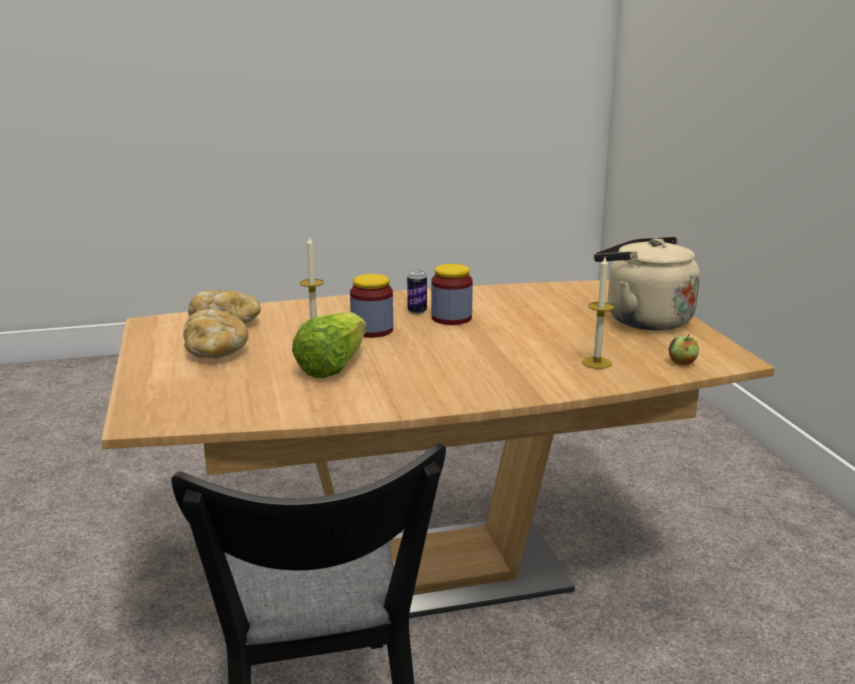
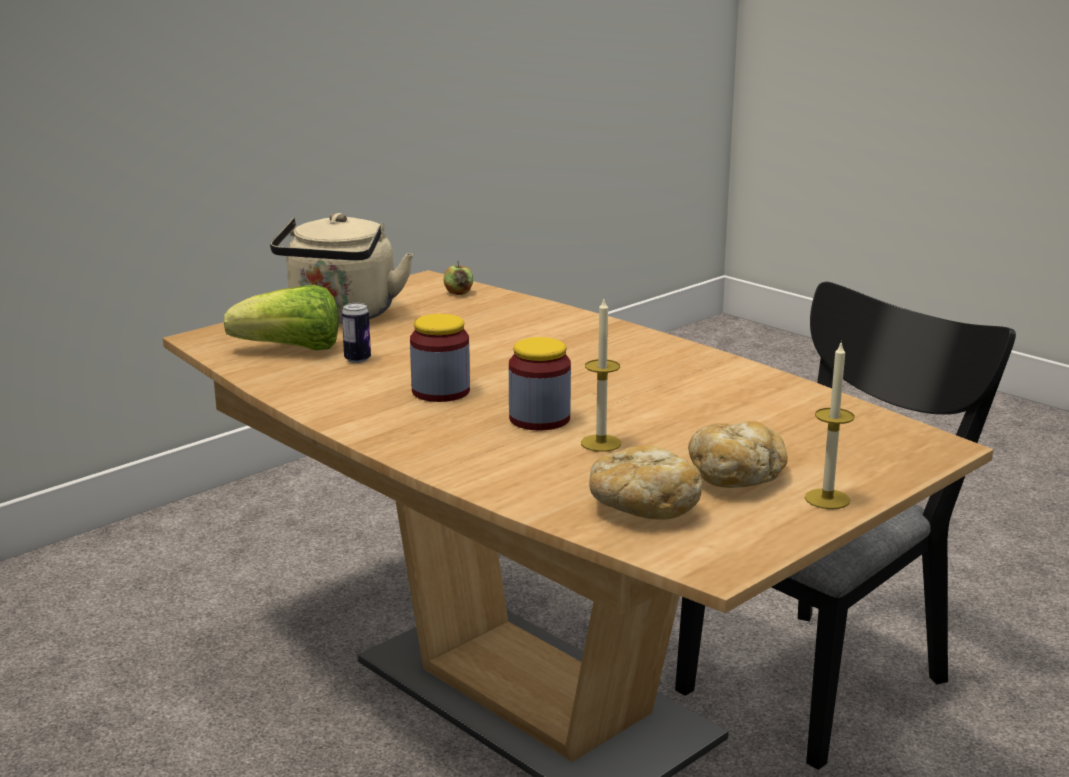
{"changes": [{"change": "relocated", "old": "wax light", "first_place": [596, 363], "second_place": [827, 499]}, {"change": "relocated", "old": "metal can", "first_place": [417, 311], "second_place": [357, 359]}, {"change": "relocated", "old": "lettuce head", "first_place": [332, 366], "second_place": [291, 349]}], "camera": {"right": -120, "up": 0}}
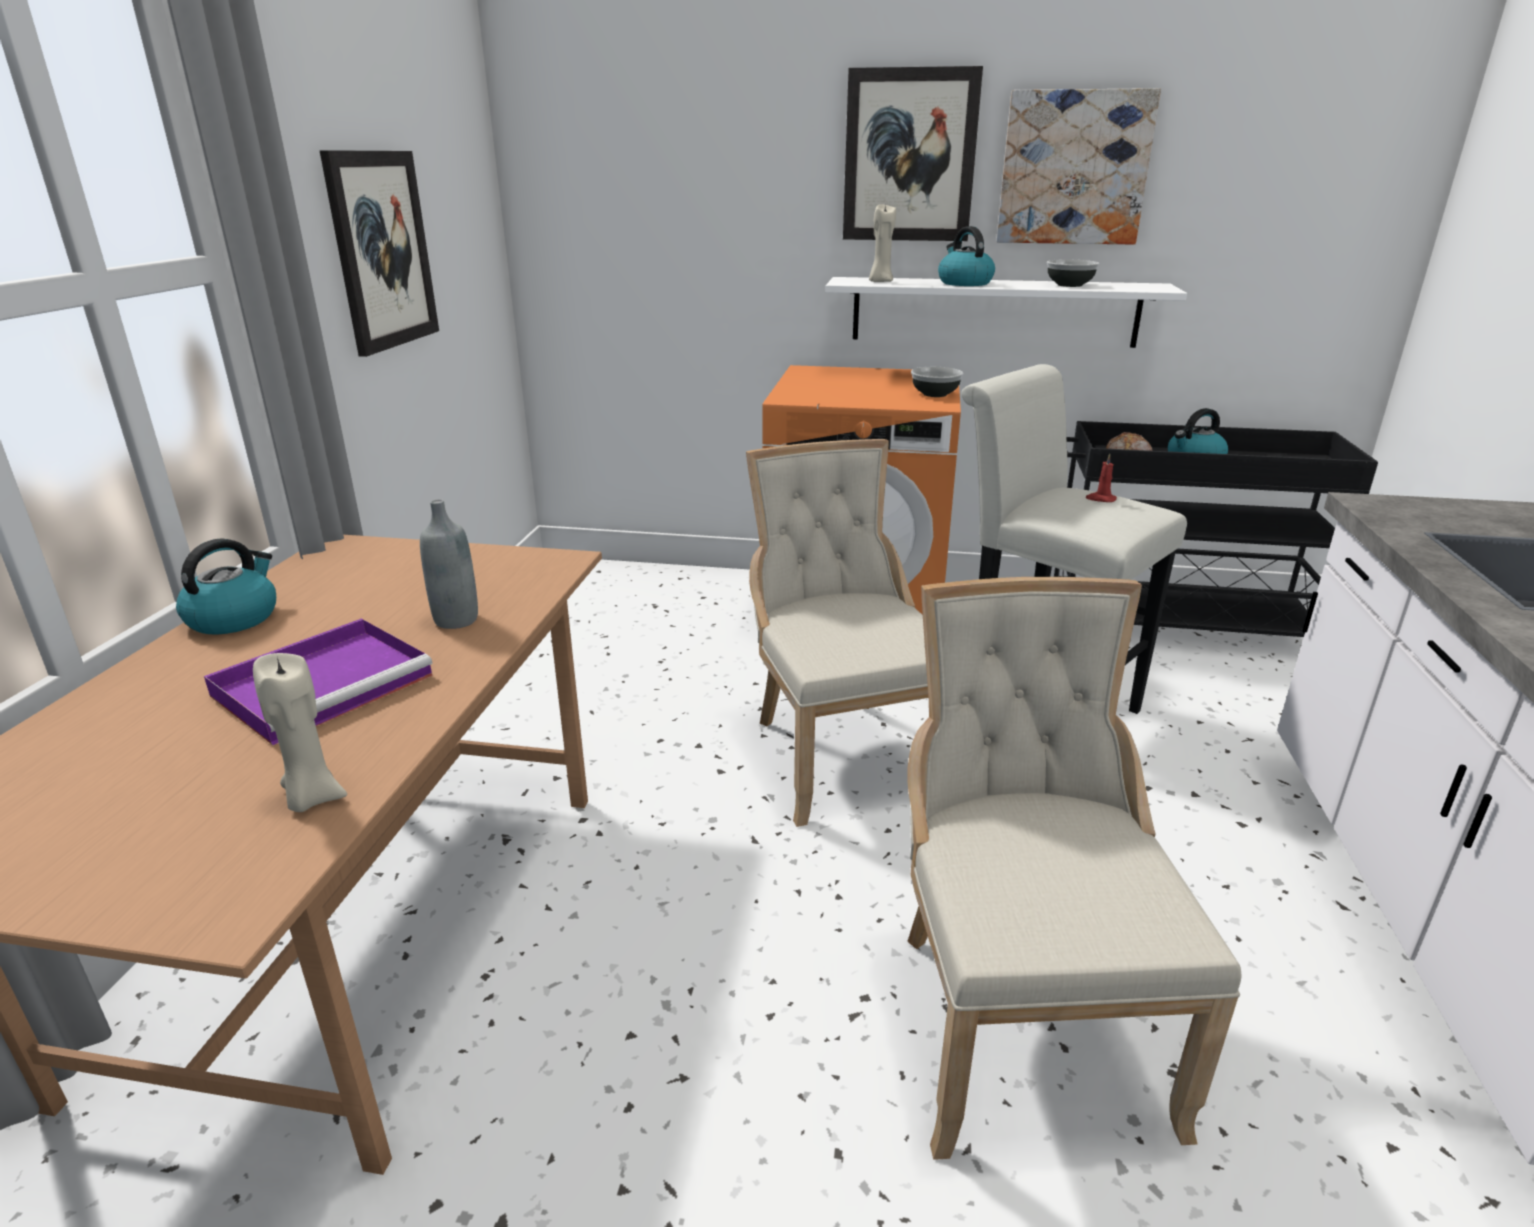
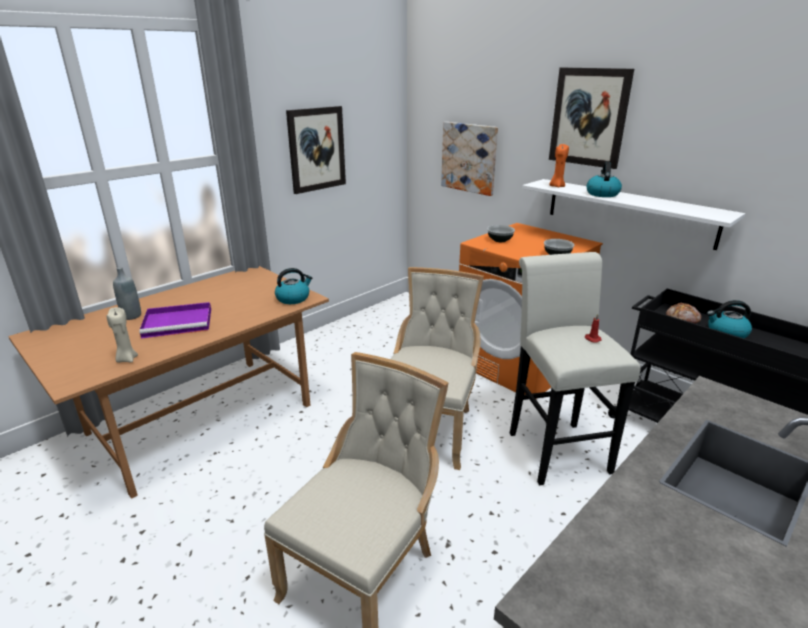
{"changes": [{"change": "relocated", "old": "wall art", "first_place": [1073, 168], "second_place": [469, 158]}, {"change": "colour", "old": "wax light/beige-coloured", "new": "wax light/orangey", "first_place": [880, 282], "second_place": [556, 186]}, {"change": "relocated", "old": "serving bowl", "first_place": [1070, 285], "second_place": [500, 240]}, {"change": "relocated", "old": "beverage bottle/greyish", "first_place": [456, 620], "second_place": [131, 316]}, {"change": "relocated", "old": "tea kettle", "first_place": [234, 618], "second_place": [293, 298]}], "camera": {"right": 35, "up": 0}}
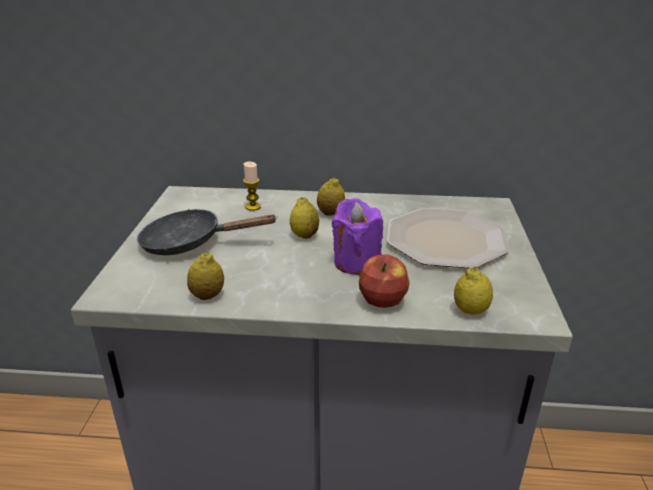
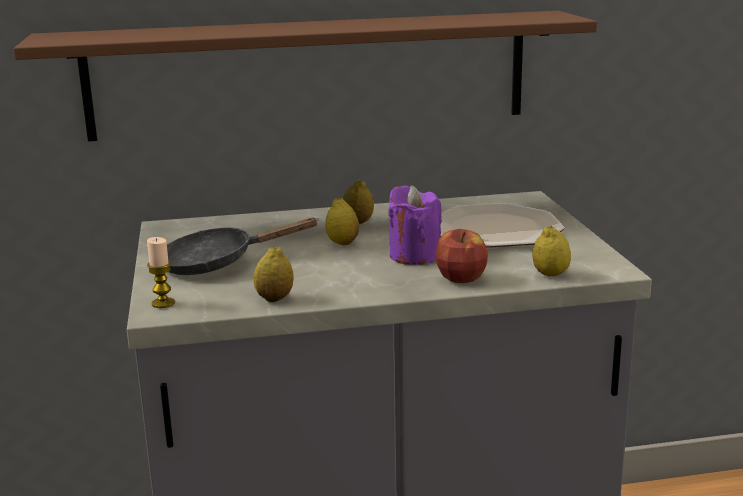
{"changes": [{"change": "relocated", "old": "wax light", "first_place": [253, 207], "second_place": [163, 303]}, {"change": "appeared", "new": "shelf/brown", "second_place": [309, 75]}], "camera": {"right": -15, "up": -10}}
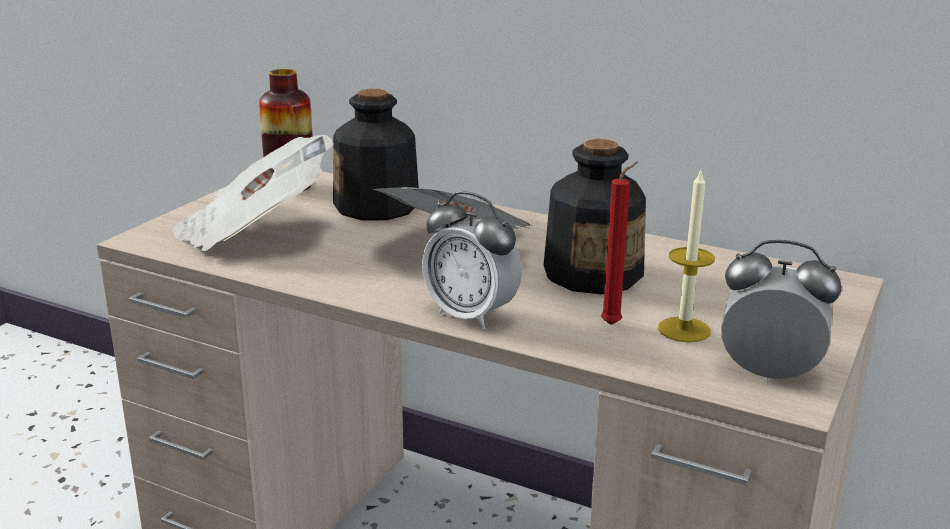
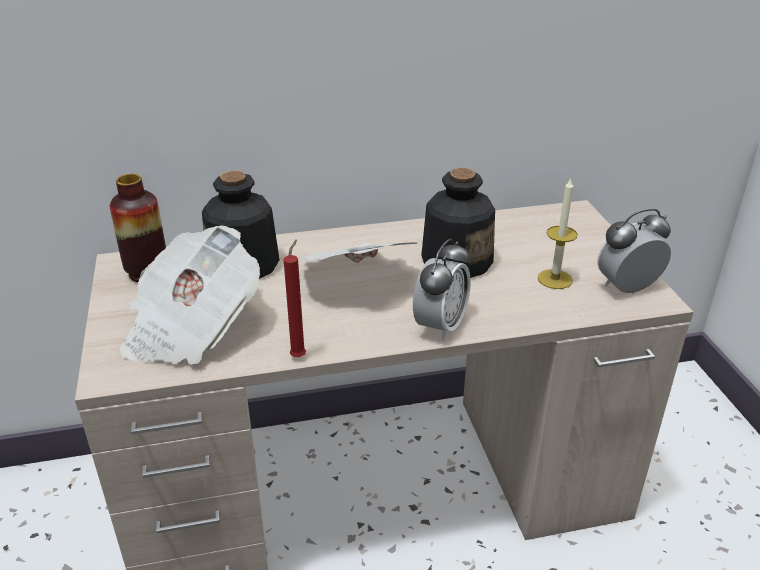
{"changes": [{"change": "relocated", "old": "wax light/red", "first_place": [614, 324], "second_place": [299, 355]}, {"change": "spun", "old": "bedside clock", "first_place": [471, 315], "second_place": [440, 326], "degrees": -60}], "camera": {"right": -40, "up": 10}}
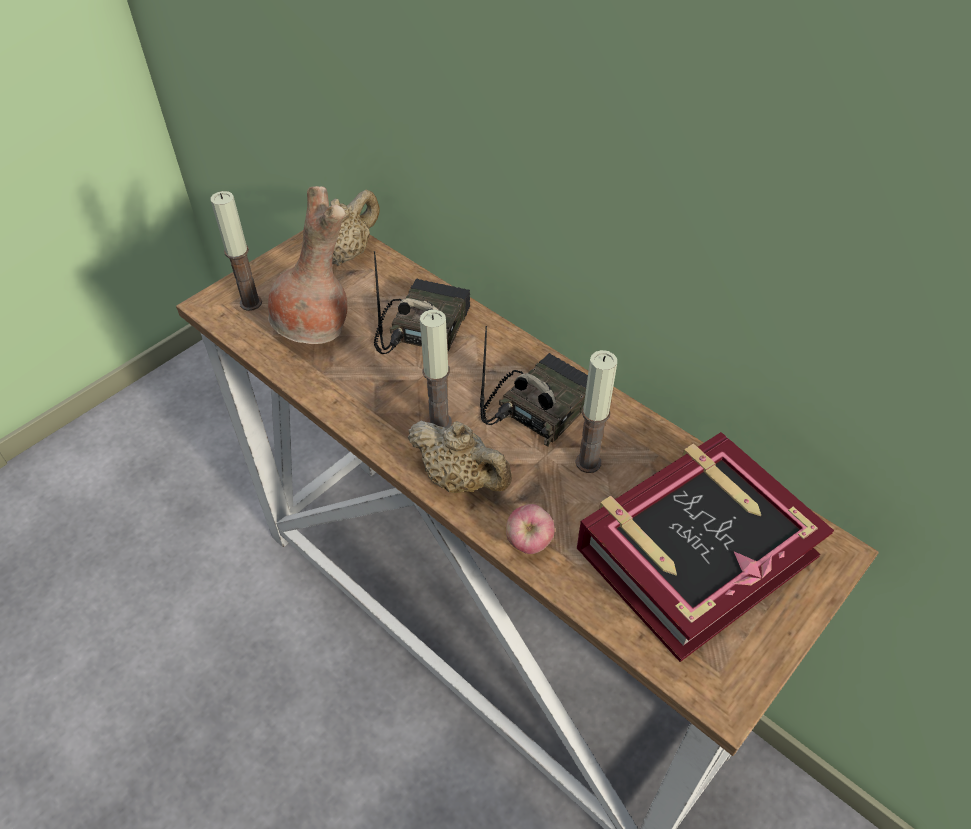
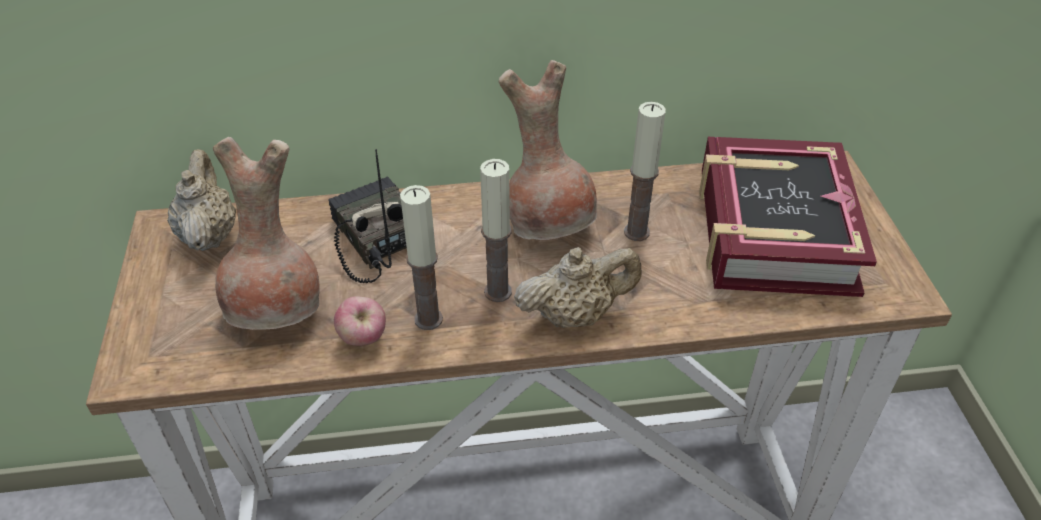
{"changes": [{"change": "relocated", "old": "wax light", "first_place": [250, 303], "second_place": [428, 319]}, {"change": "exchanged", "old": "radio set", "new": "vase/brown", "first_place": [539, 407], "second_place": [550, 224]}, {"change": "relocated", "old": "whole apple", "first_place": [529, 542], "second_place": [363, 338]}], "camera": {"right": -50, "up": -5}}
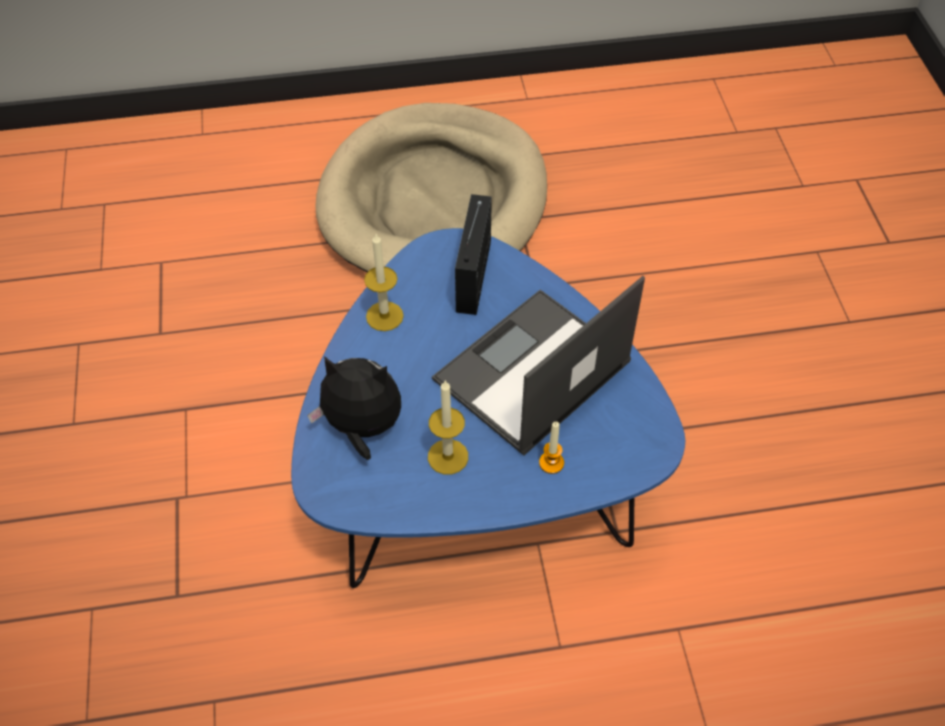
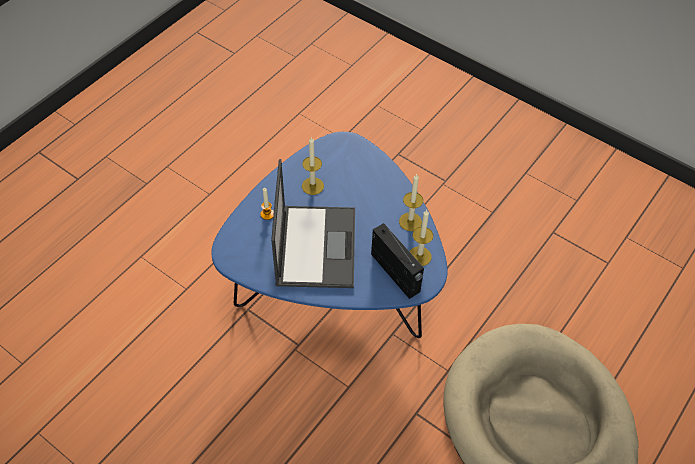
{"changes": [{"change": "missing", "old": "plush toy", "first_place": [362, 428]}, {"change": "appeared", "new": "wax light", "second_place": [419, 256]}], "camera": {"right": 135, "up": 0}}
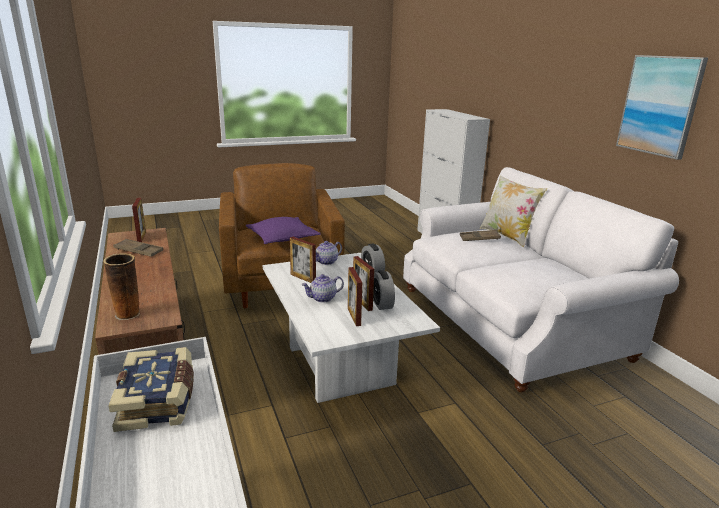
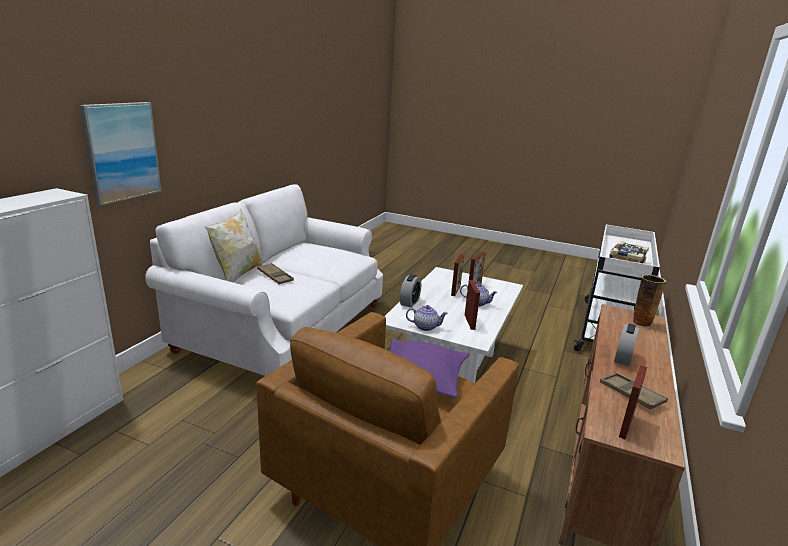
{"changes": [{"change": "relocated", "old": "wall art", "first_place": [660, 105], "second_place": [121, 151]}, {"change": "relocated", "old": "bedside clock", "first_place": [381, 304], "second_place": [623, 358]}], "camera": {"right": -135, "up": 0}}
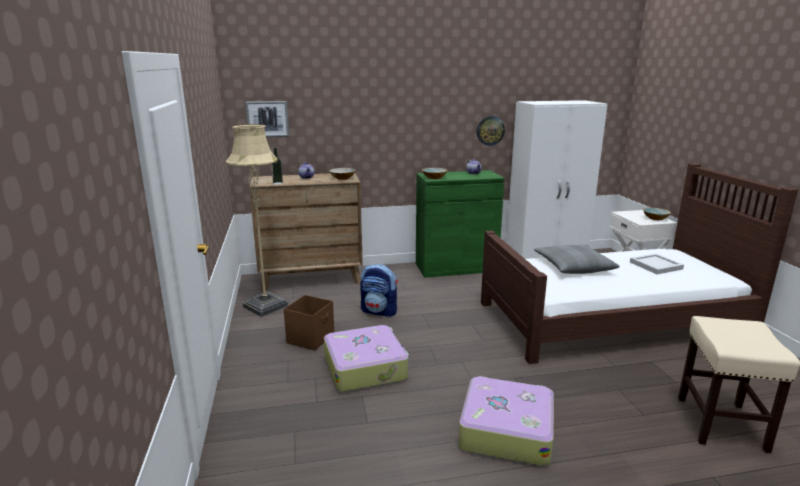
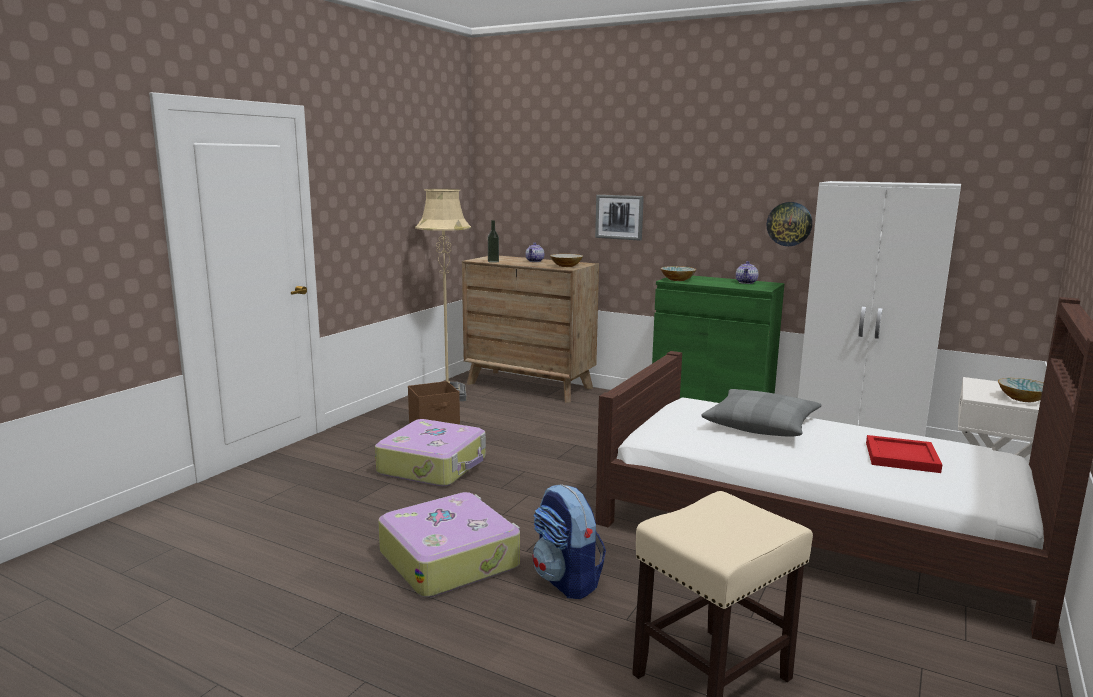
{"changes": [{"change": "relocated", "old": "wall art", "first_place": [267, 119], "second_place": [619, 217]}, {"change": "colour", "old": "serving tray/whitish", "new": "serving tray/red", "first_place": [655, 265], "second_place": [900, 456]}, {"change": "relocated", "old": "rucksack", "first_place": [379, 311], "second_place": [567, 581]}], "camera": {"right": 40, "up": -5}}
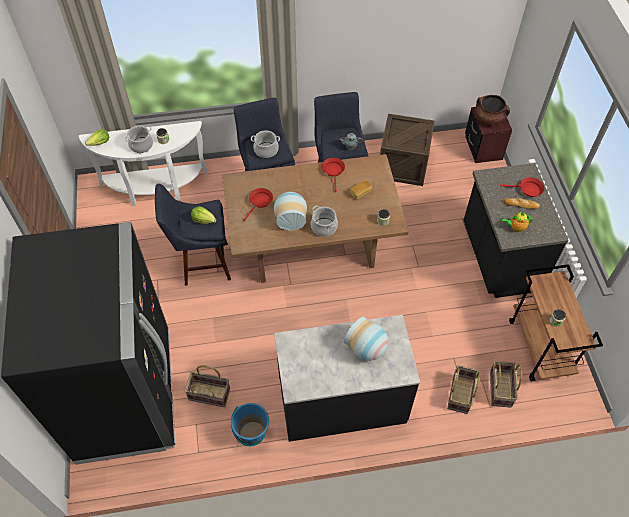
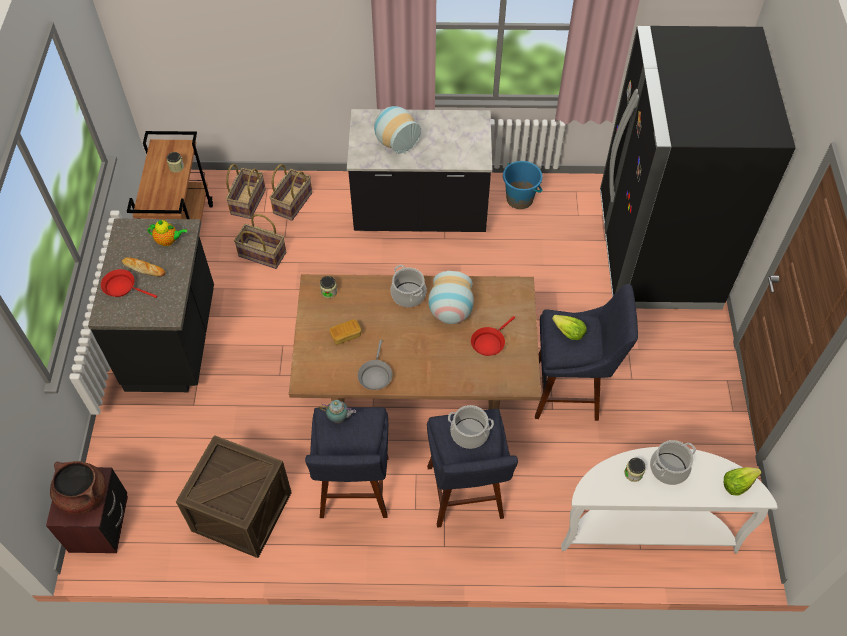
{"changes": [{"change": "colour", "old": "skillet/red", "new": "skillet/greyish", "first_place": [333, 171], "second_place": [375, 375]}, {"change": "relocated", "old": "basket", "first_place": [209, 394], "second_place": [262, 255]}], "camera": {"right": -170, "up": 0}}
